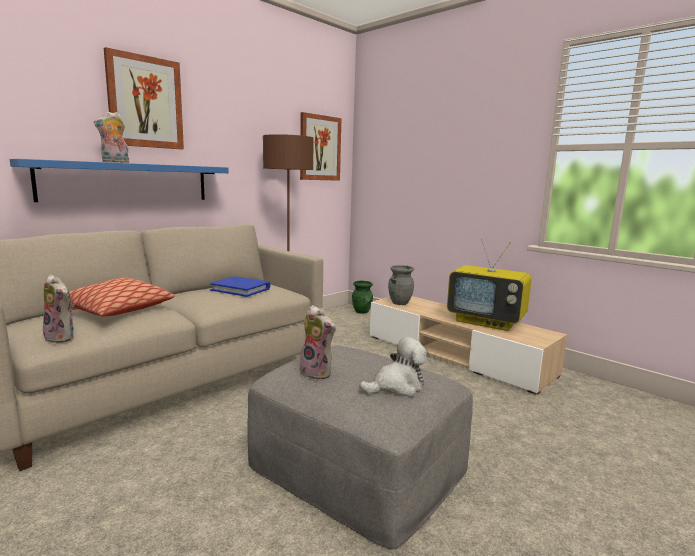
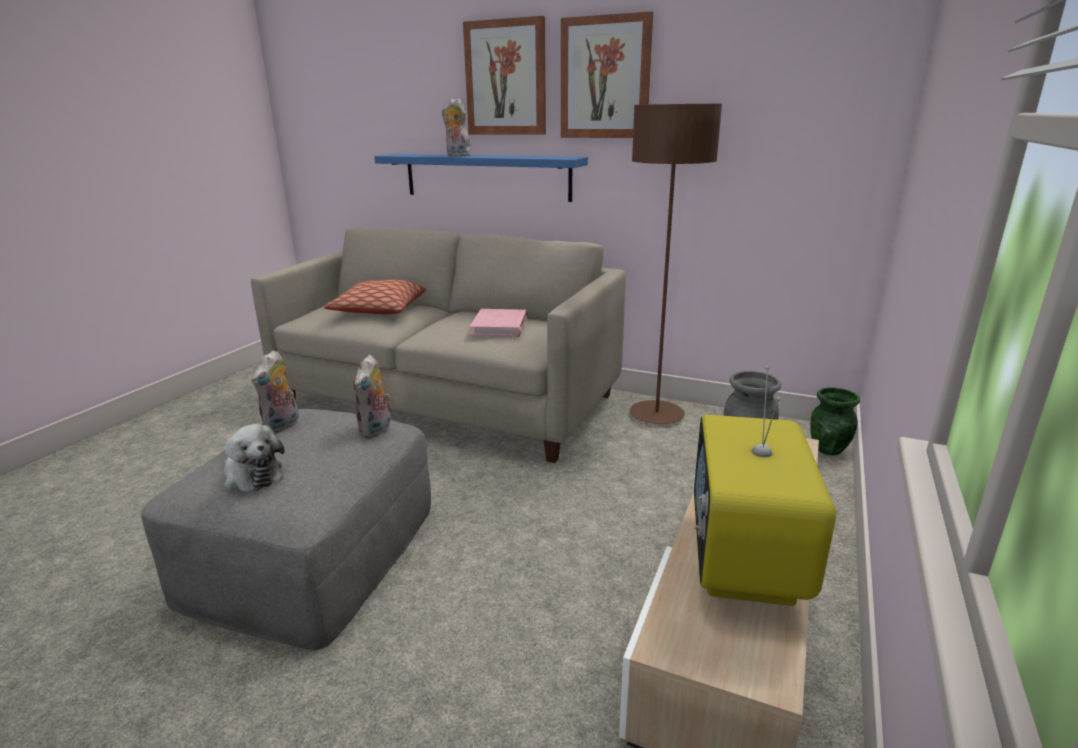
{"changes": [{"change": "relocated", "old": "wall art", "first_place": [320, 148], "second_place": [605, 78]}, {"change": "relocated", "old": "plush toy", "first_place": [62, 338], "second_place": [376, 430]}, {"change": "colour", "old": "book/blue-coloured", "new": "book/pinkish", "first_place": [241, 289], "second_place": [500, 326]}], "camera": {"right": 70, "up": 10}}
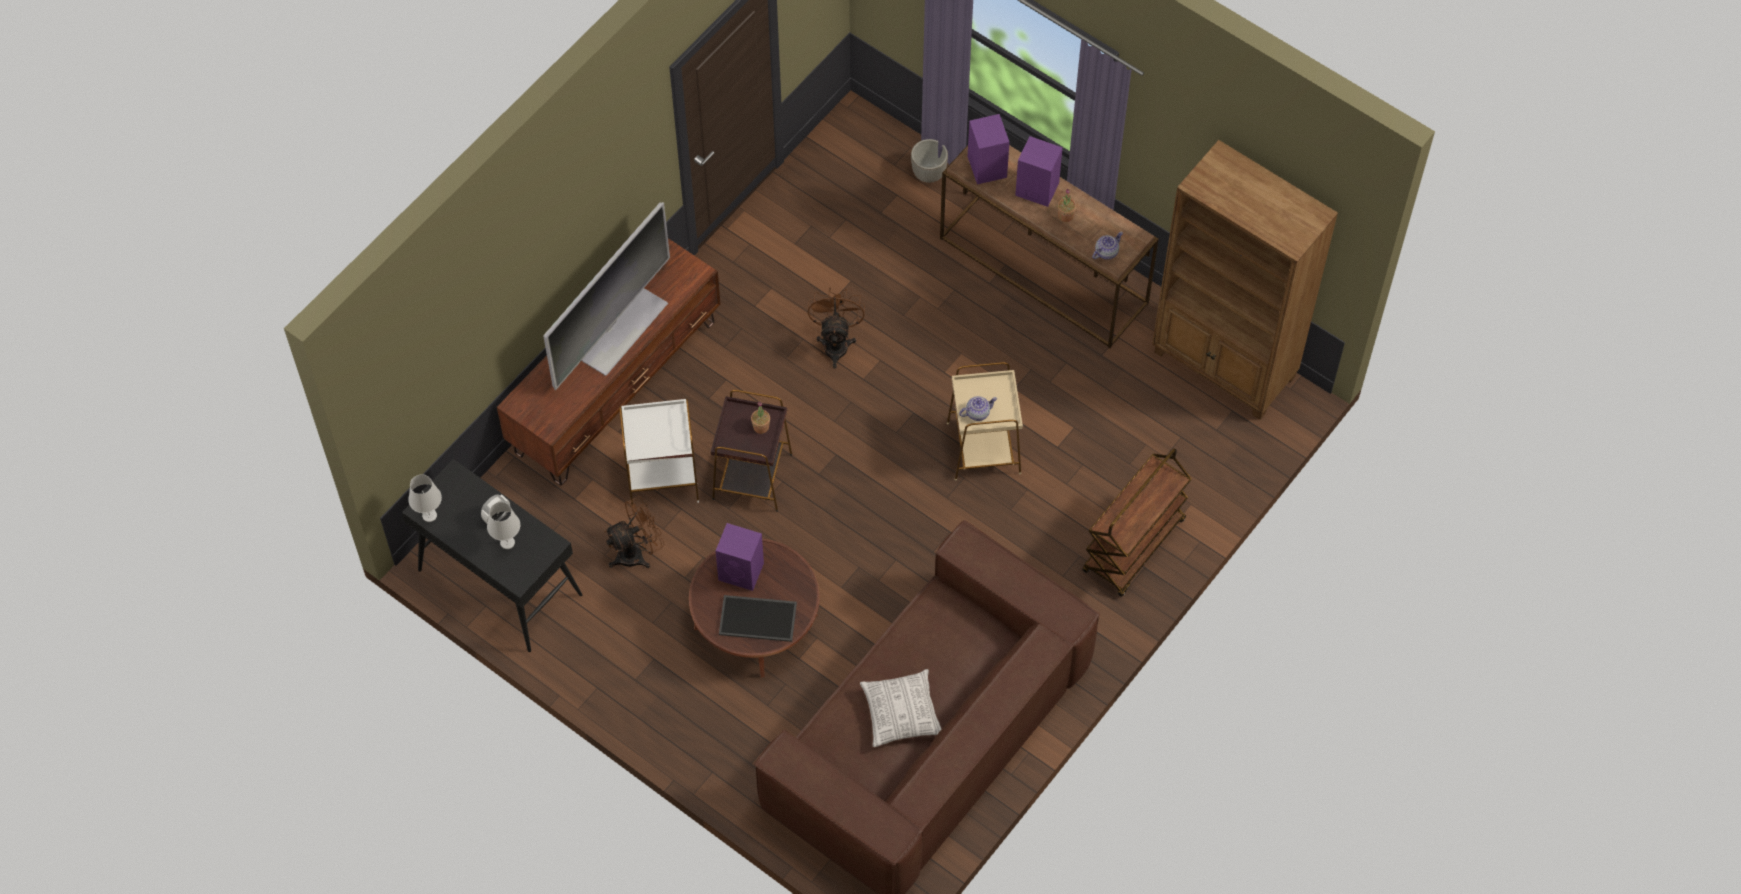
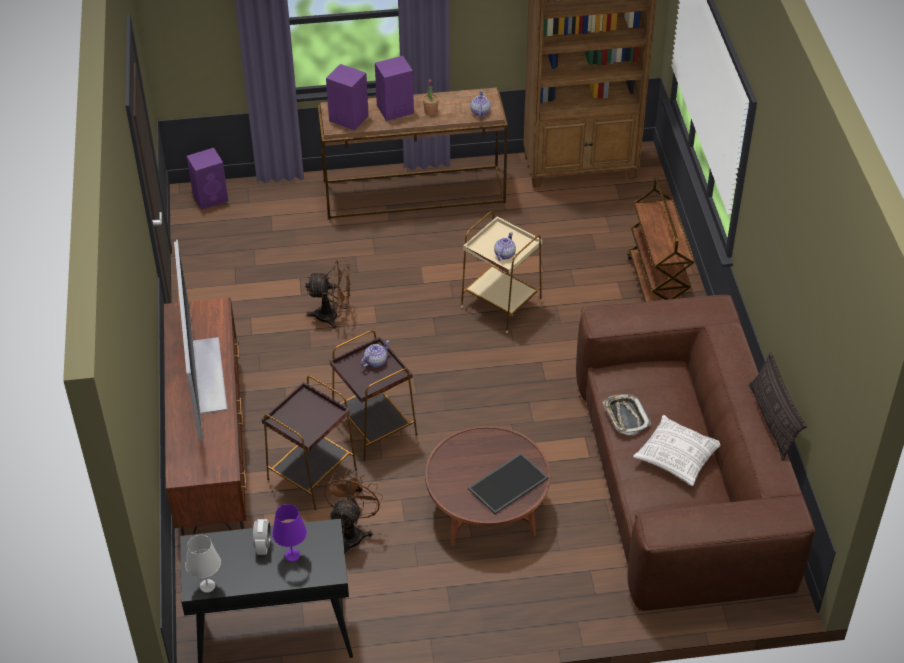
{"changes": [{"change": "missing", "old": "planter", "first_place": [929, 174]}, {"change": "spun", "old": "fan/brown", "first_place": [836, 343], "second_place": [333, 316], "degrees": 135}, {"change": "colour", "old": "end table/whitish", "new": "end table/brown", "first_place": [663, 477], "second_place": [313, 474]}, {"change": "exchanged", "old": "plant in a pot", "new": "teapot", "first_place": [761, 427], "second_place": [375, 361]}, {"change": "colour", "old": "tabletop lamp/whitish", "new": "tabletop lamp/purple-coloured", "first_place": [507, 542], "second_place": [292, 555]}, {"change": "relocated", "old": "loudspeaker/purple-coloured", "first_place": [742, 572], "second_place": [211, 197]}, {"change": "appeared", "new": "pillow", "second_place": [772, 421]}, {"change": "appeared", "new": "serving tray", "second_place": [625, 416]}], "camera": {"right": -45, "up": -15}}
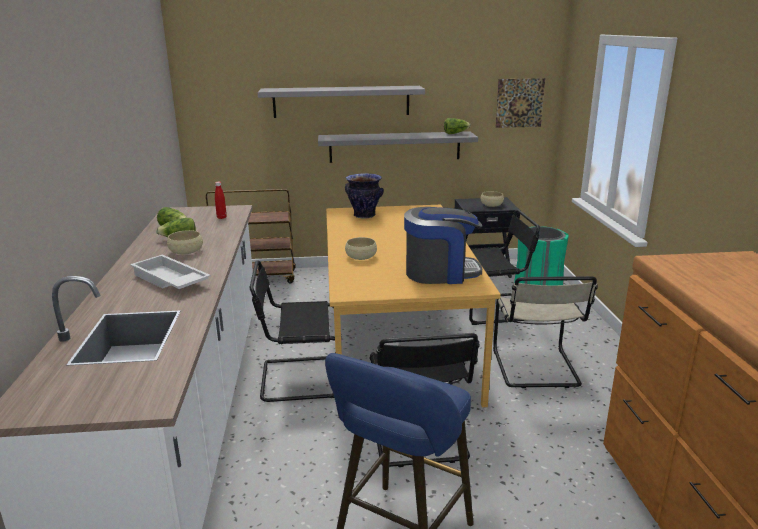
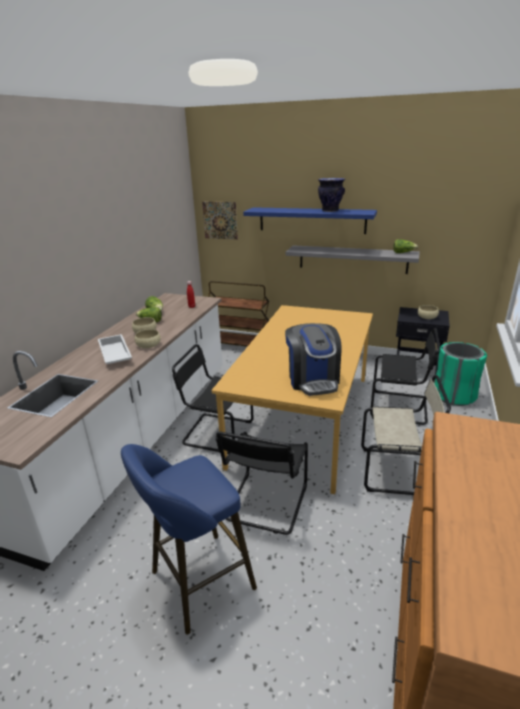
{"changes": [{"change": "relocated", "old": "wall art", "first_place": [519, 103], "second_place": [220, 220]}, {"change": "colour", "old": "shelf/greyish", "new": "shelf/blue-coloured", "first_place": [341, 101], "second_place": [311, 220]}, {"change": "relocated", "old": "vase", "first_place": [364, 215], "second_place": [330, 210]}, {"change": "spun", "old": "coffee maker", "first_place": [440, 272], "second_place": [313, 380], "degrees": 60}, {"change": "relocated", "old": "serving bowl/beige-coloured", "first_place": [361, 257], "second_place": [148, 345]}, {"change": "spun", "old": "upright chair/beige-coloured", "first_place": [536, 369], "second_place": [398, 472], "degrees": -105}], "camera": {"right": 25, "up": 5}}
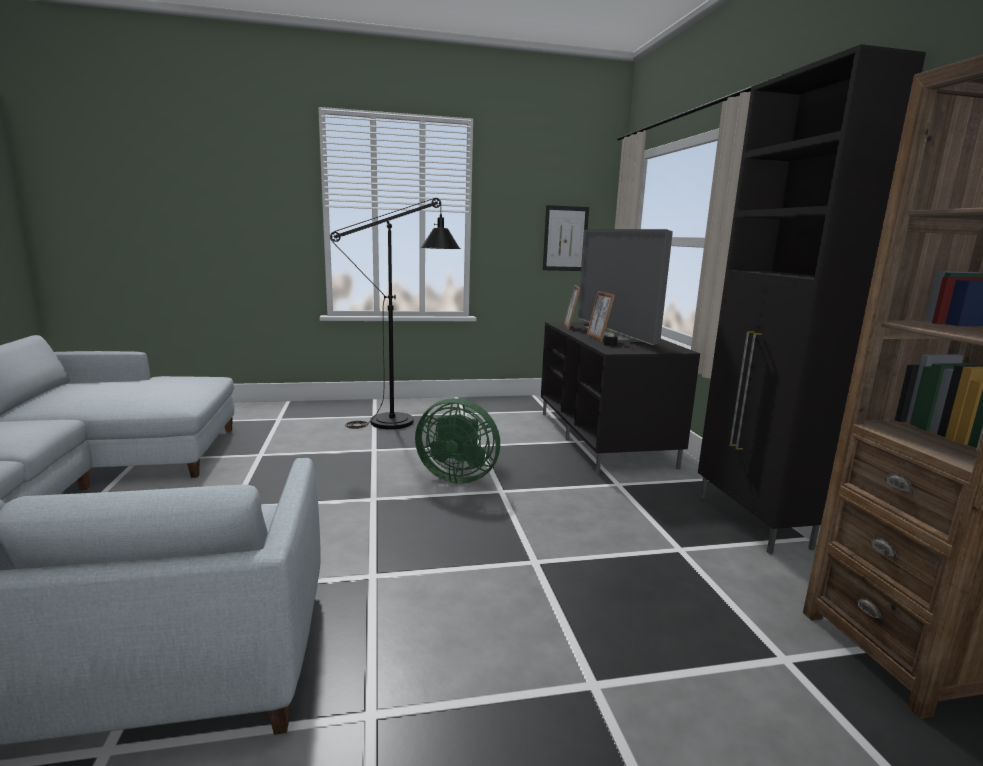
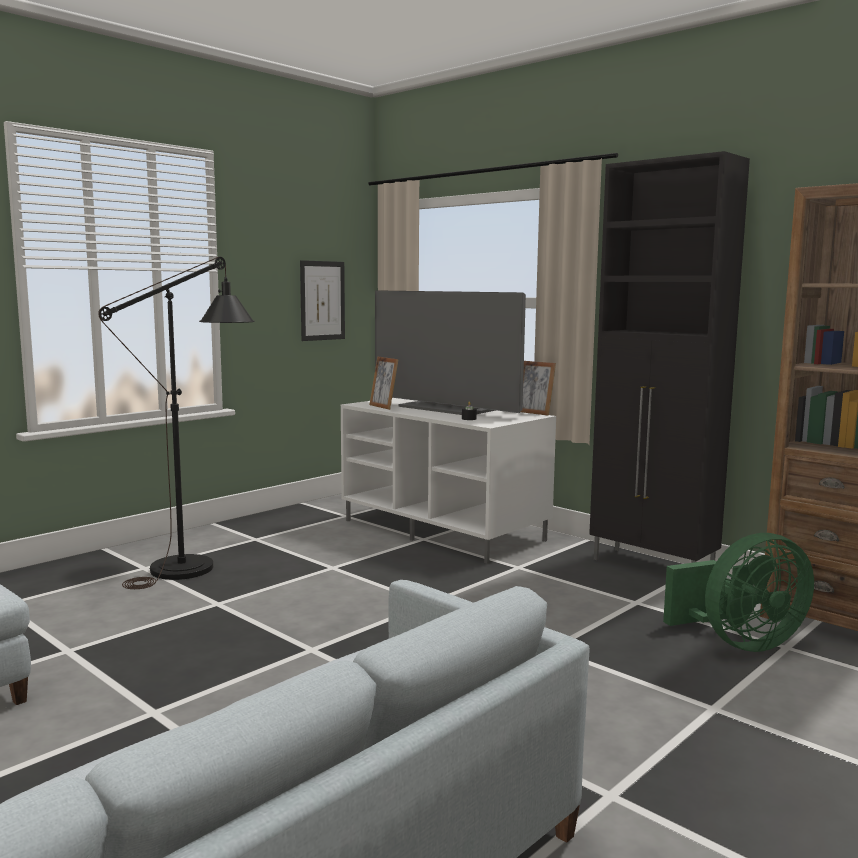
{"changes": [{"change": "relocated", "old": "standing frame", "first_place": [598, 338], "second_place": [534, 413]}, {"change": "colour", "old": "tv stand/black", "new": "tv stand/whitish", "first_place": [604, 438], "second_place": [445, 530]}, {"change": "relocated", "old": "fan/green", "first_place": [457, 476], "second_place": [740, 643]}], "camera": {"right": -35, "up": -5}}
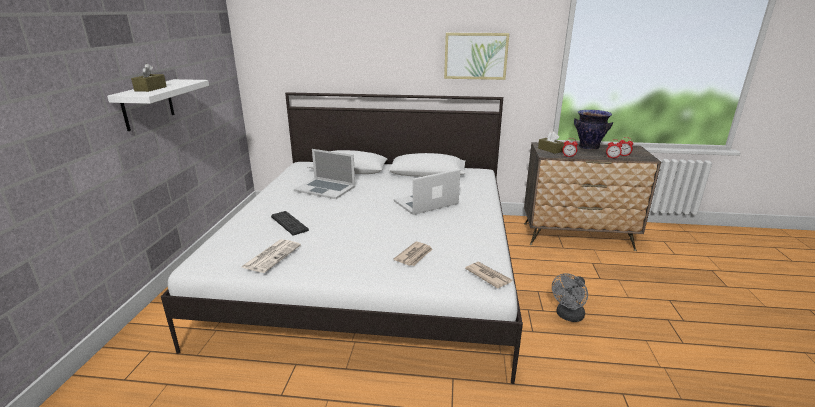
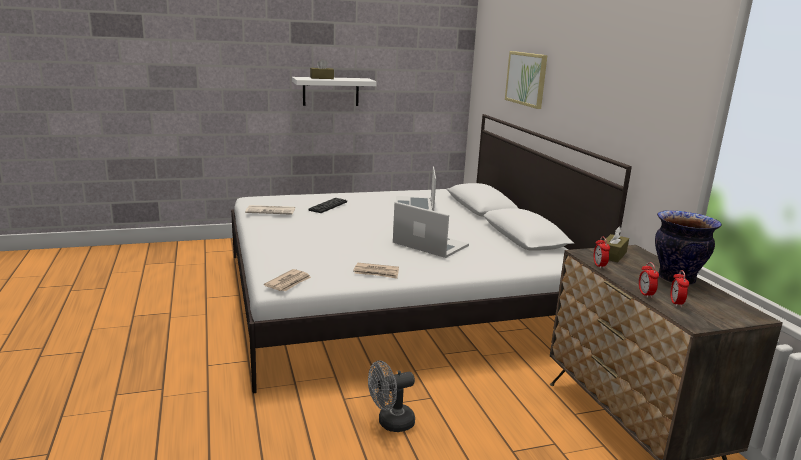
{"changes": [{"change": "relocated", "old": "wall art", "first_place": [475, 56], "second_place": [526, 79]}, {"change": "relocated", "old": "daily paper", "first_place": [414, 255], "second_place": [376, 272]}, {"change": "spun", "old": "fan/greyish", "first_place": [568, 316], "second_place": [390, 423], "degrees": -45}], "camera": {"right": 65, "up": -5}}
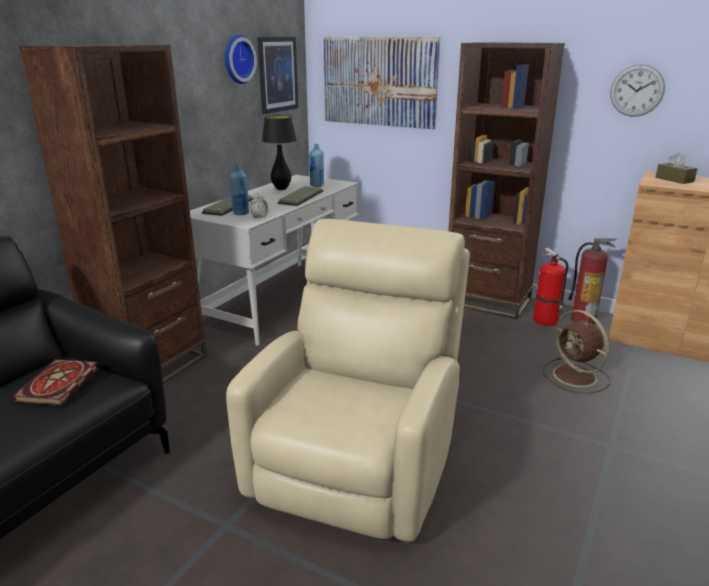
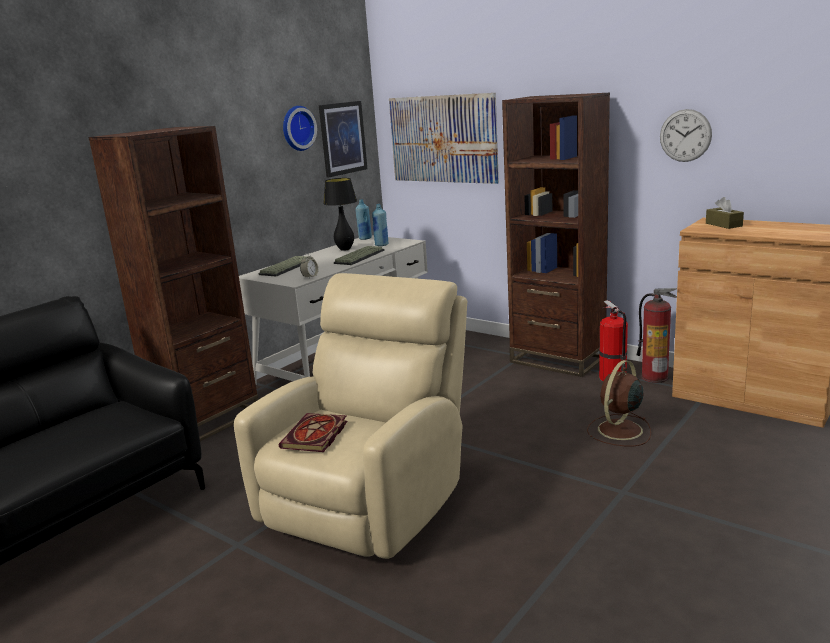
{"changes": [{"change": "relocated", "old": "beverage bottle/blue-coloured", "first_place": [241, 213], "second_place": [365, 238]}, {"change": "spun", "old": "fan/brown", "first_place": [576, 377], "second_place": [619, 431], "degrees": 60}, {"change": "relocated", "old": "book", "first_place": [59, 386], "second_place": [315, 436]}], "camera": {"right": 10, "up": -5}}
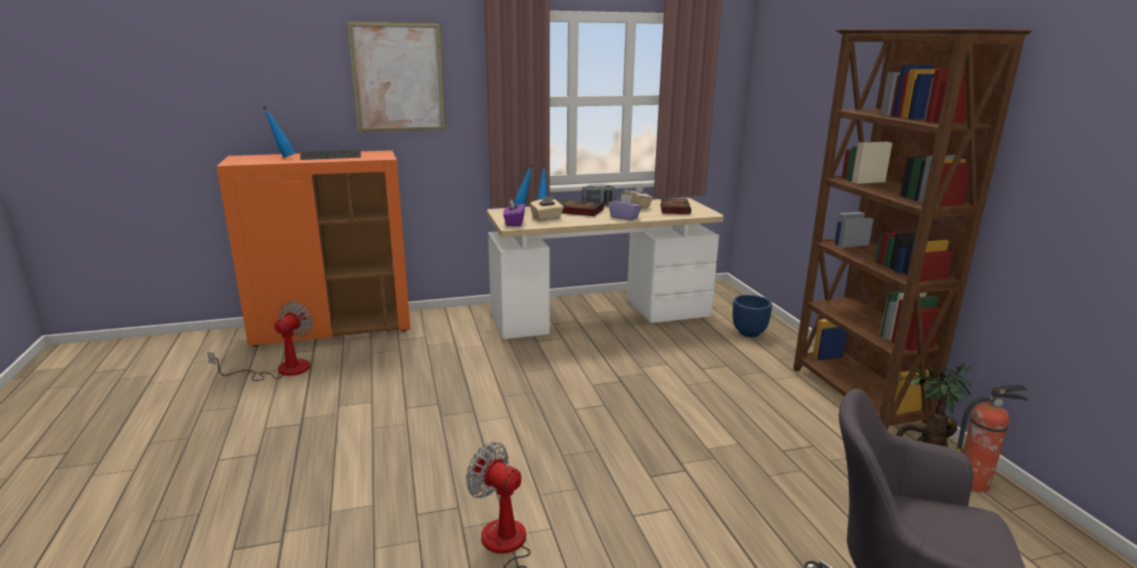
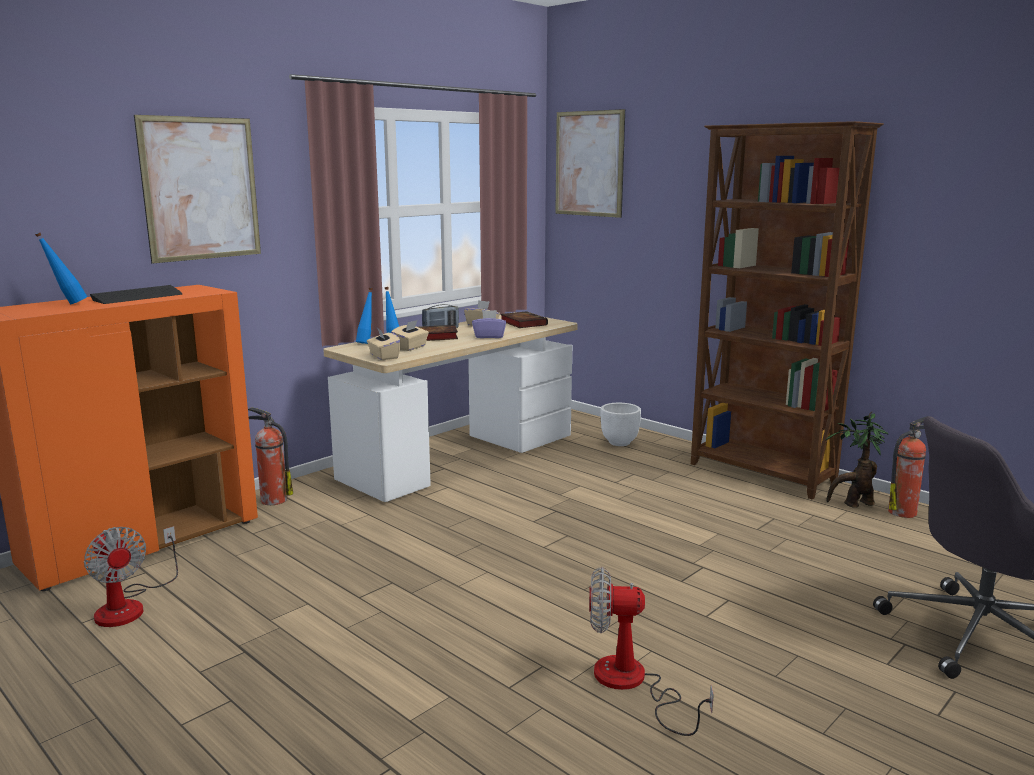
{"changes": [{"change": "colour", "old": "tissue holder/purple-coloured", "new": "tissue holder/beige-coloured", "first_place": [514, 223], "second_place": [383, 356]}, {"change": "colour", "old": "planter/blue-coloured", "new": "planter/whitish", "first_place": [749, 333], "second_place": [620, 443]}, {"change": "spun", "old": "fan", "first_place": [281, 370], "second_place": [130, 605], "degrees": 150}, {"change": "appeared", "new": "wall art", "second_place": [589, 164]}, {"change": "appeared", "new": "extinguisher", "second_place": [272, 500]}], "camera": {"right": -30, "up": -5}}
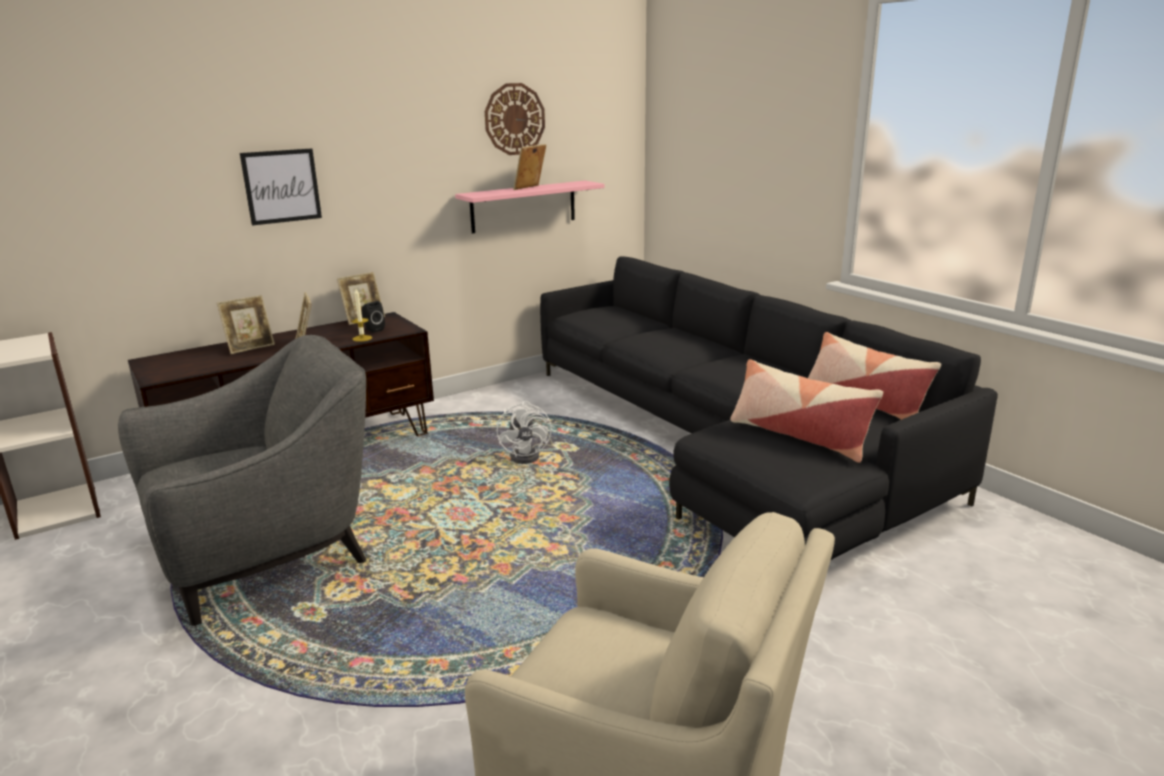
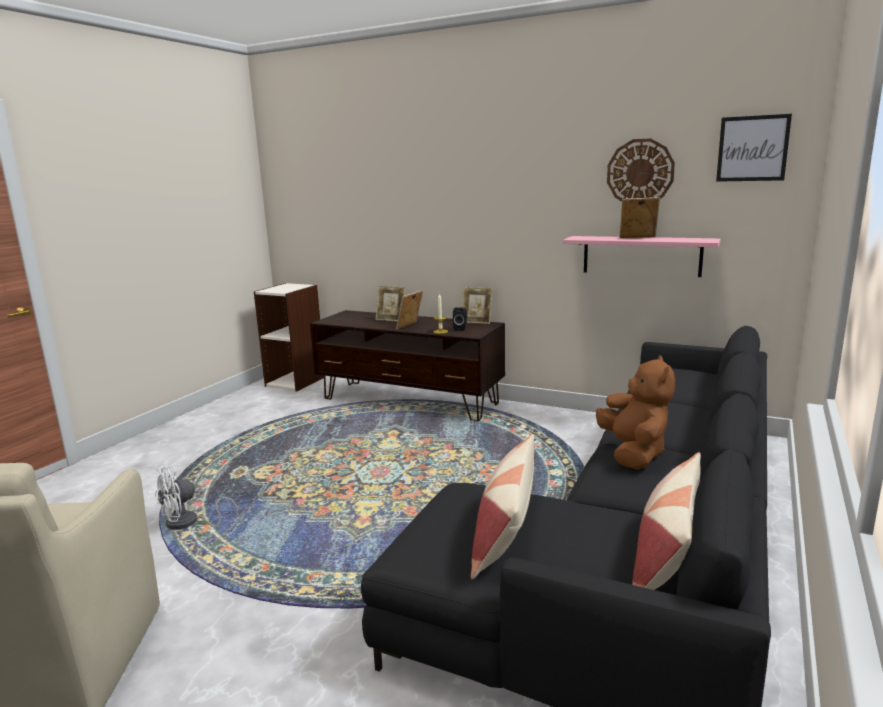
{"changes": [{"change": "relocated", "old": "wall art", "first_place": [281, 186], "second_place": [752, 148]}, {"change": "missing", "old": "armchair/greyish", "first_place": [267, 555]}, {"change": "relocated", "old": "fan/whitish", "first_place": [530, 456], "second_place": [188, 523]}, {"change": "appeared", "new": "plush toy/brown", "second_place": [633, 453]}], "camera": {"right": 60, "up": -5}}
